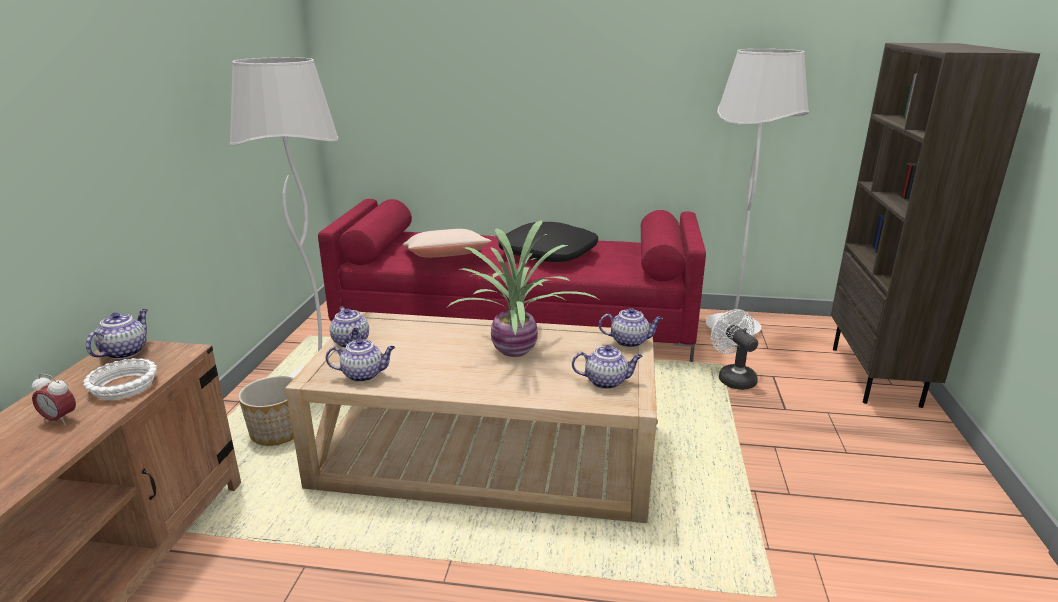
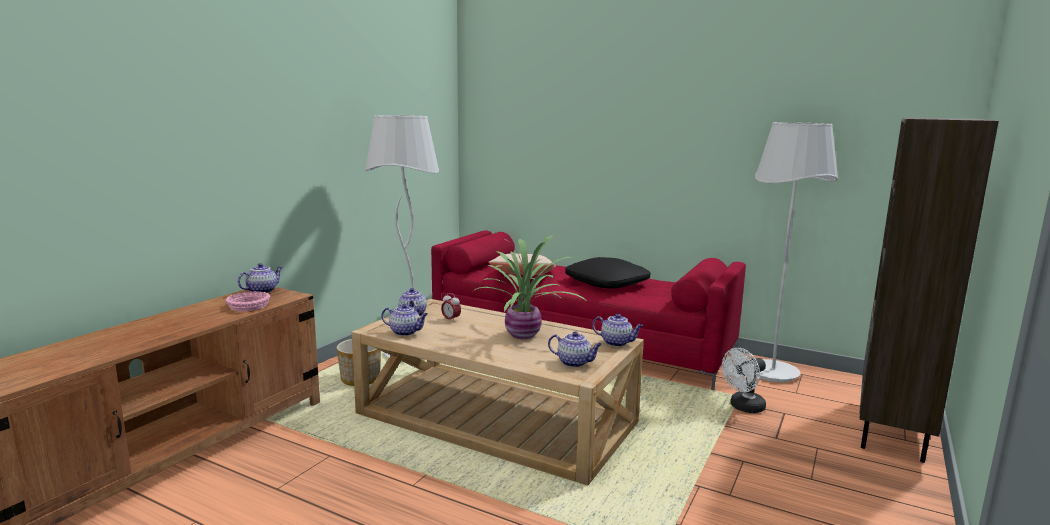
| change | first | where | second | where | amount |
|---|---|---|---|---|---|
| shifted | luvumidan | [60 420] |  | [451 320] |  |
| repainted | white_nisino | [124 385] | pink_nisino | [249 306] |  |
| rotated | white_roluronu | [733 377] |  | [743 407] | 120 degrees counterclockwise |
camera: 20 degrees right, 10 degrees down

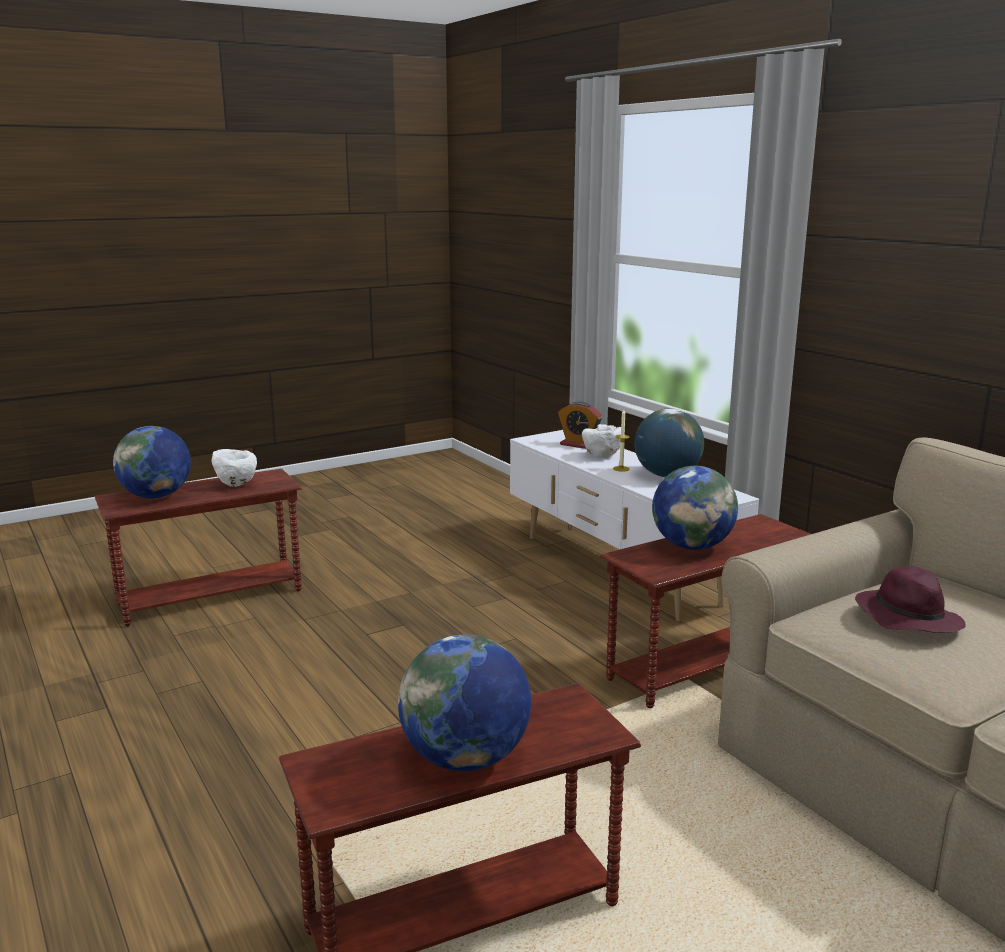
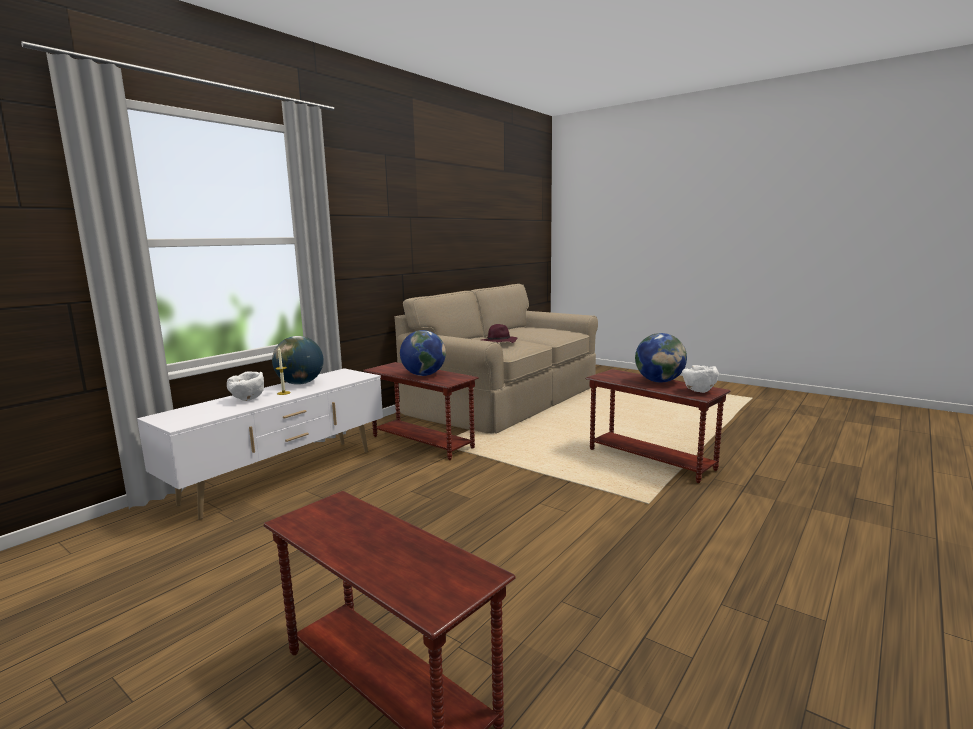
| change | first | where | second | where | amount |
|---|---|---|---|---|---|
| gone | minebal | [156 496] |  |  |  |
| shifted | white_nisino | [236 484] |  | [699 391] |  |
| gone | luvumidan | [579 445] |  |  |  |
camera: 110 degrees left, 5 degrees down

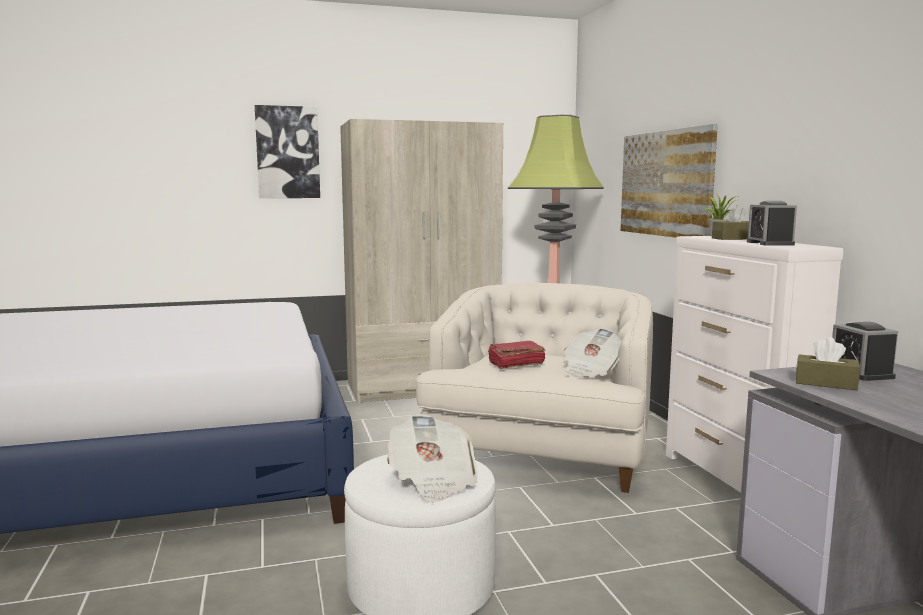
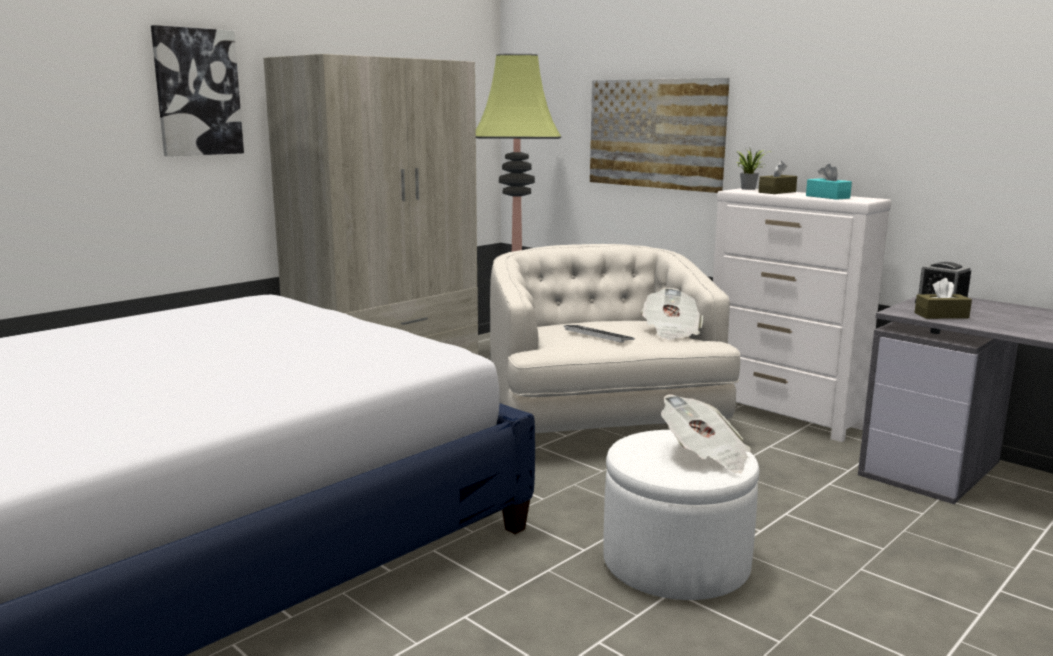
| change | first | where | second | where | amount |
|---|---|---|---|---|---|
| swapped | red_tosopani | [515 364] | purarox | [598 335] |  |
| swapped | luvumidan | [770 243] | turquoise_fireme | [827 197] |  |
camera: 30 degrees left, 5 degrees up

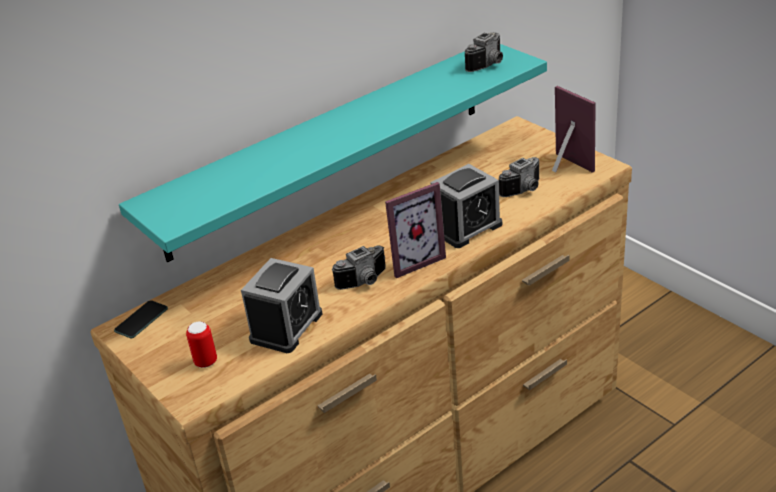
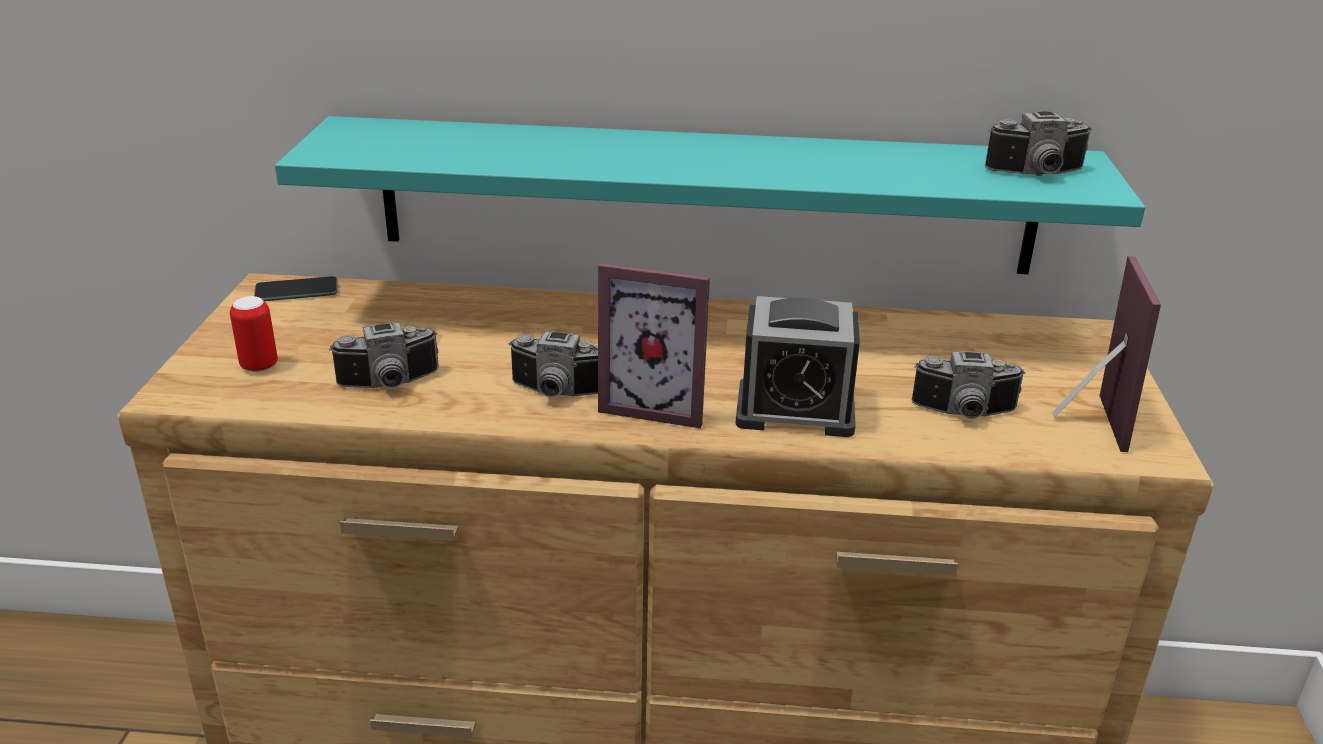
| change | first | where | second | where | amount |
|---|---|---|---|---|---|
| swapped | luvumidan | [286 327] | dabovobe | [390 384] |  |
camera: 40 degrees right, 5 degrees down

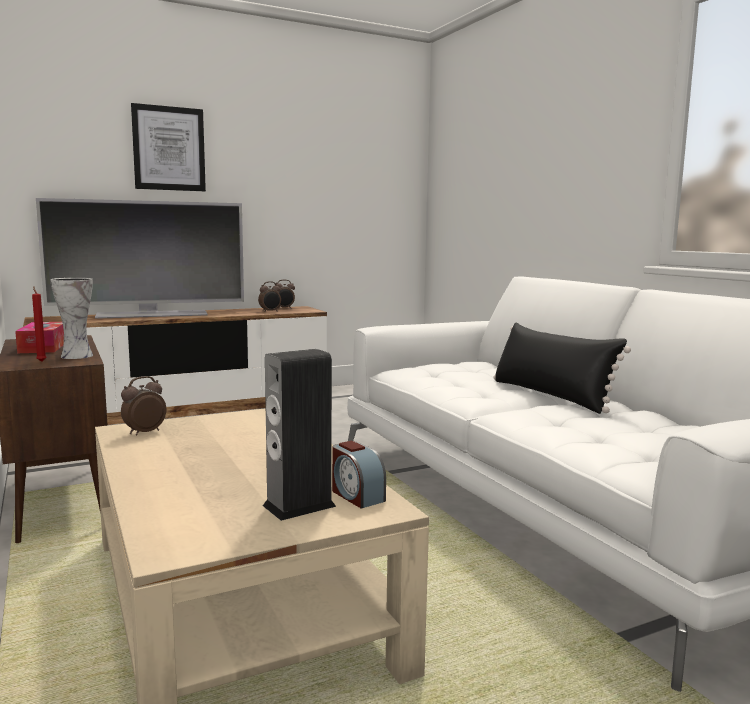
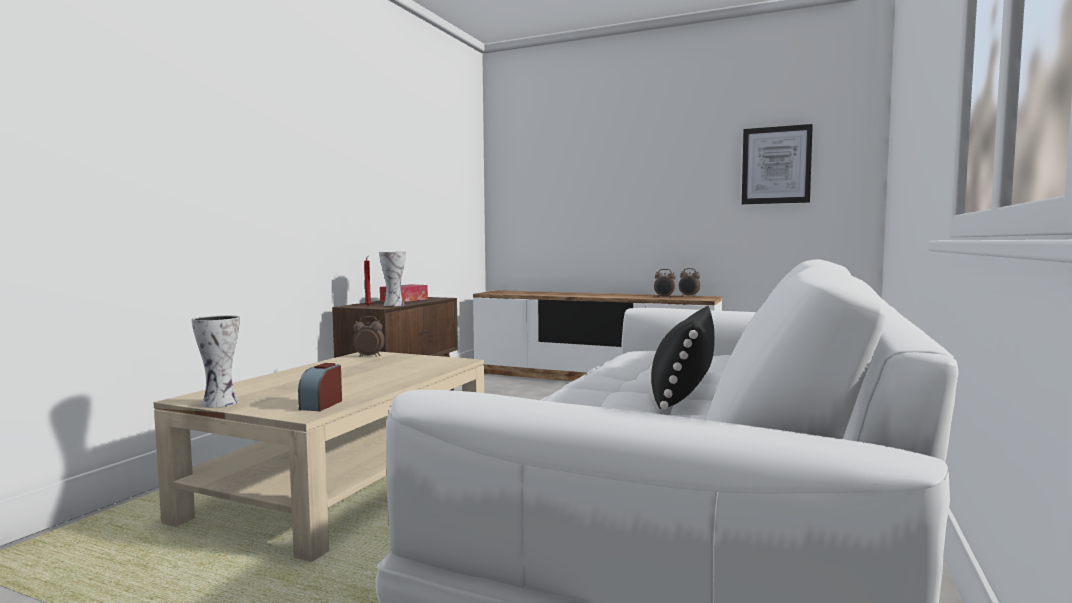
| change | first | where | second | where | amount |
|---|---|---|---|---|---|
| gone | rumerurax | [152 314] |  |  |  |
| shifted | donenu | [169 148] |  | [776 165] |  |
| gone | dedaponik | [299 506] |  |  |  |
| new |  |  | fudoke | [221 403] |  |
camera: 50 degrees right, 5 degrees down

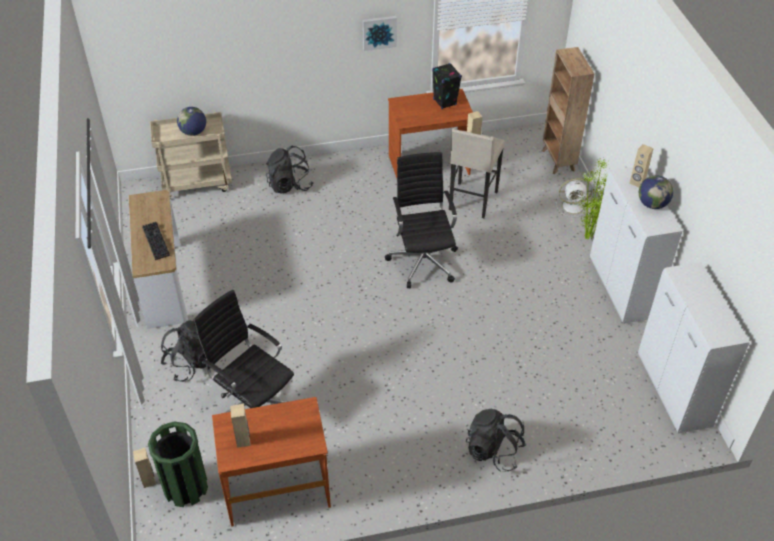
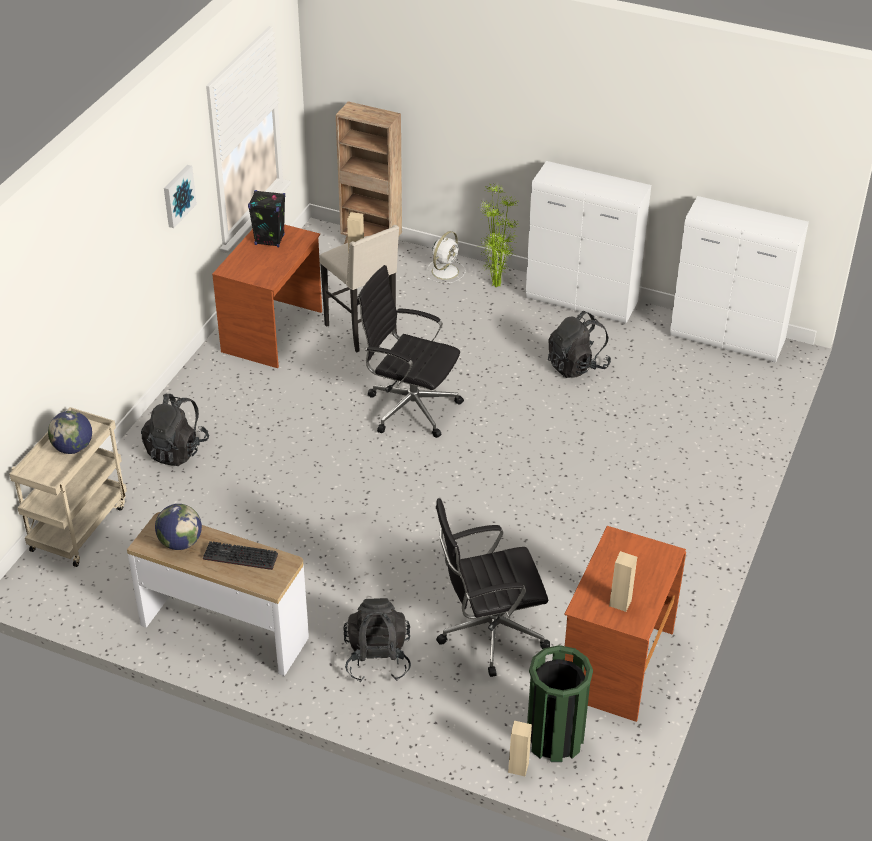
| change | first | where | second | where | amount |
|---|---|---|---|---|---|
| shifted | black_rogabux | [494 451] |  | [577 365] |  |
| gone | beige_dedaponik | [637 182] |  |  |  |
| shifted | minebal | [652 204] |  | [180 542] |  |
camera: 55 degrees left, 5 degrees down

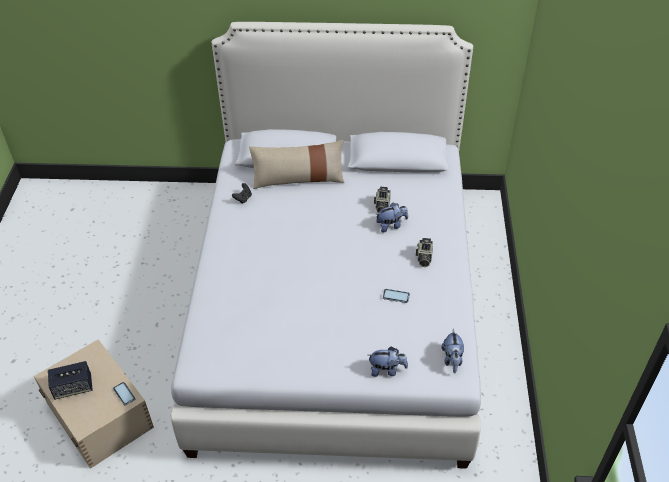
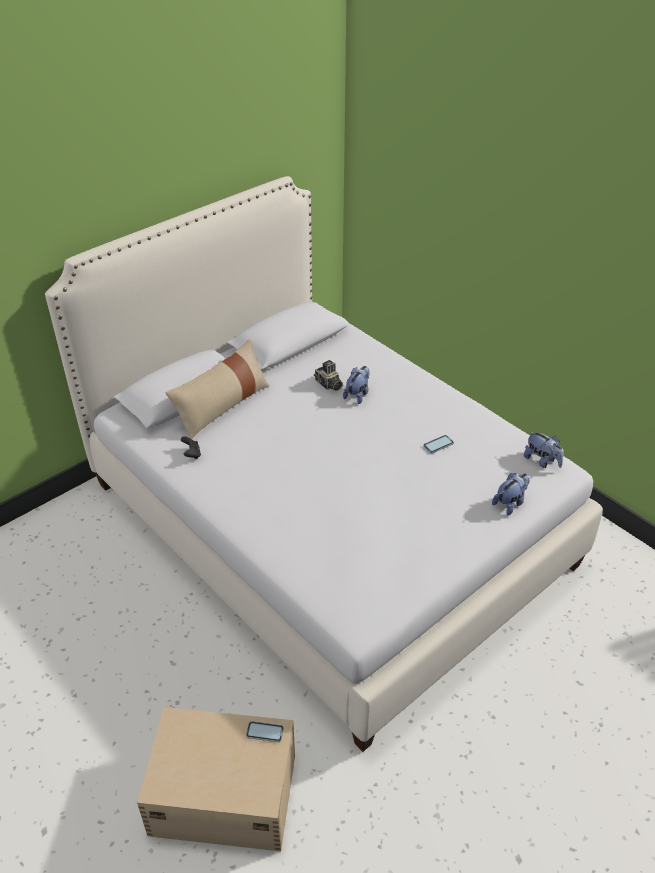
| change | first | where | second | where | amount |
|---|---|---|---|---|---|
| gone | dedaponik | [73 387] |  |  |  |
| gone | dabovobe | [423 258] |  |  |  |
camera: 45 degrees left, 5 degrees down

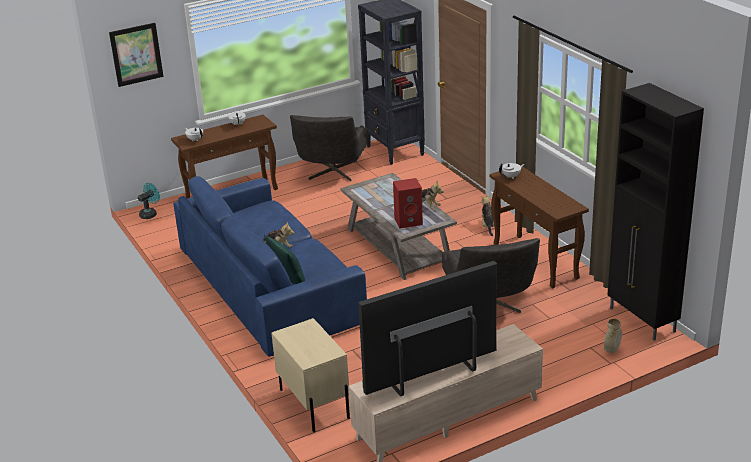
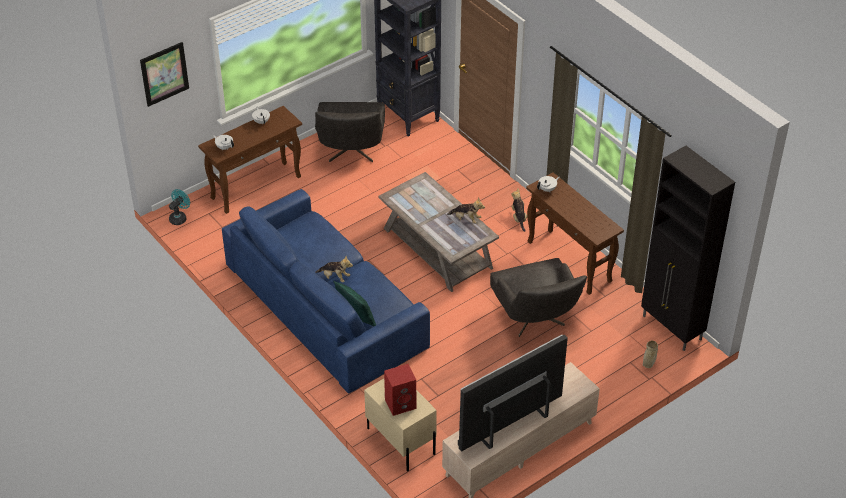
| change | first | where | second | where | amount |
|---|---|---|---|---|---|
| shifted | red_dedaponik | [409 221] |  | [401 403] |  |
camera: 10 degrees left, 15 degrees up

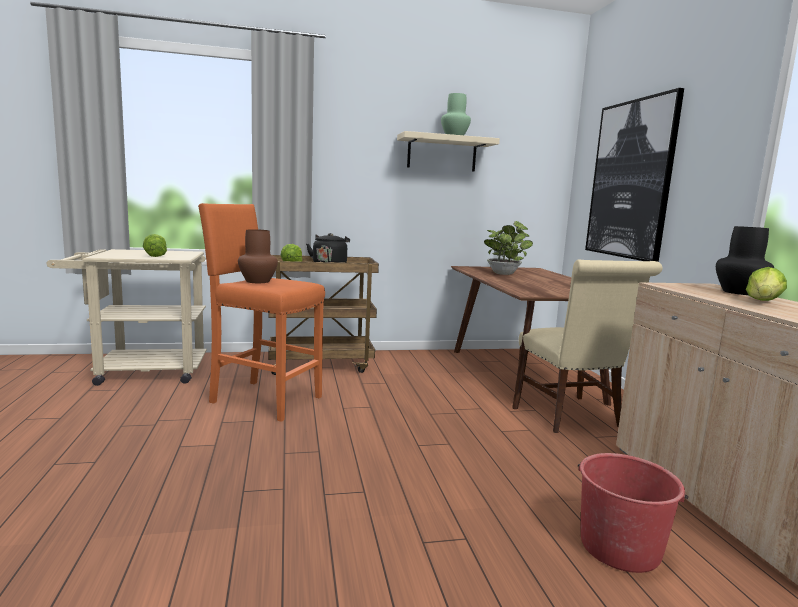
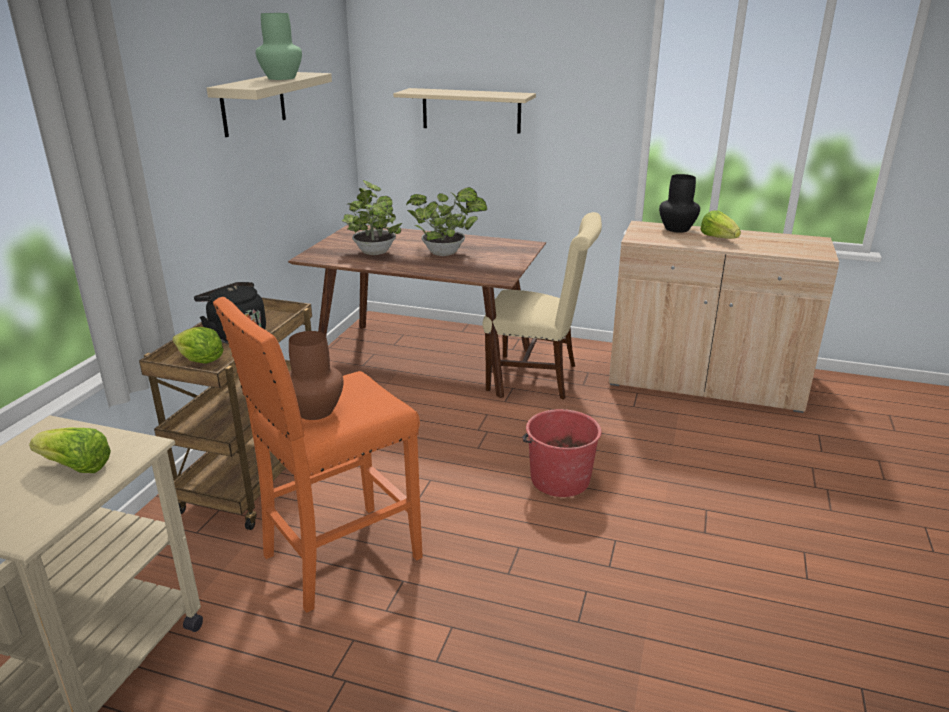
| change | first | where | second | where | amount |
|---|---|---|---|---|---|
| shifted | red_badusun | [619 546] |  | [559 479] |  |
| swapped | donenu | [630 180] | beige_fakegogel | [471 110] |  |
| new |  |  | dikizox | [447 253] |  |
camera: 60 degrees left, 15 degrees up

